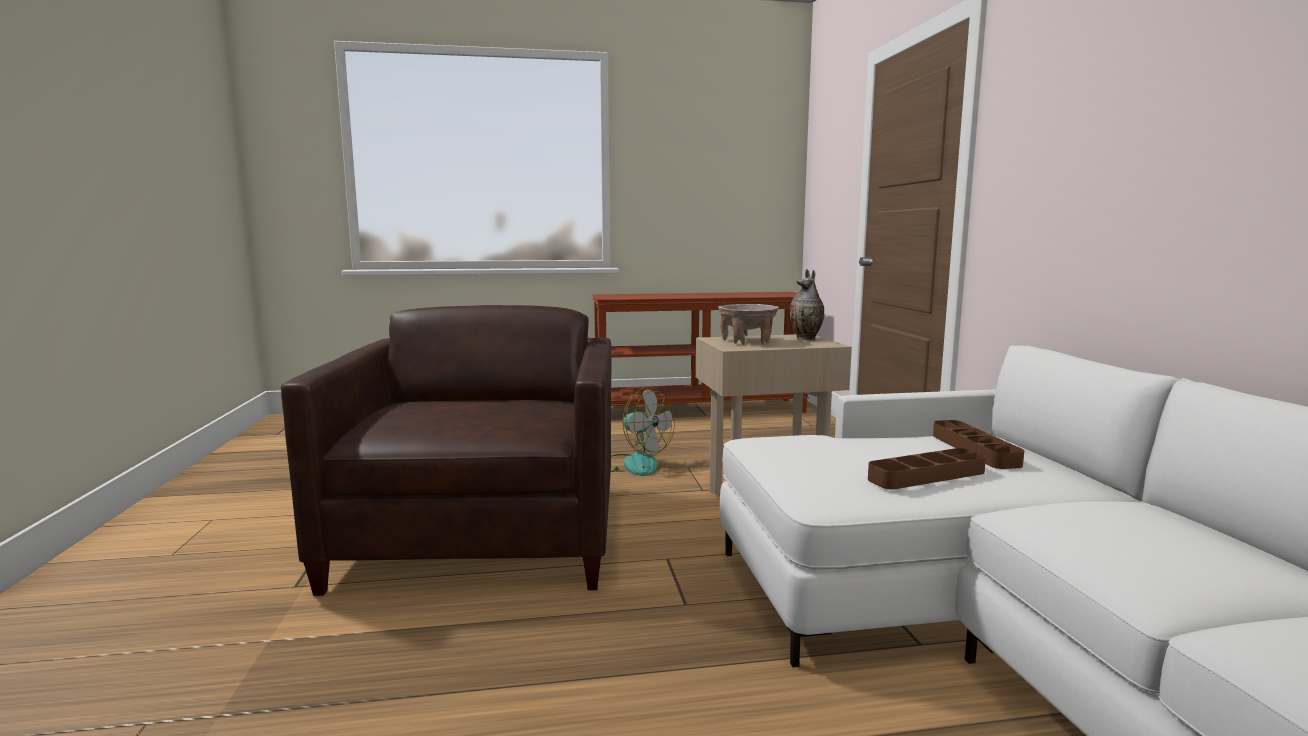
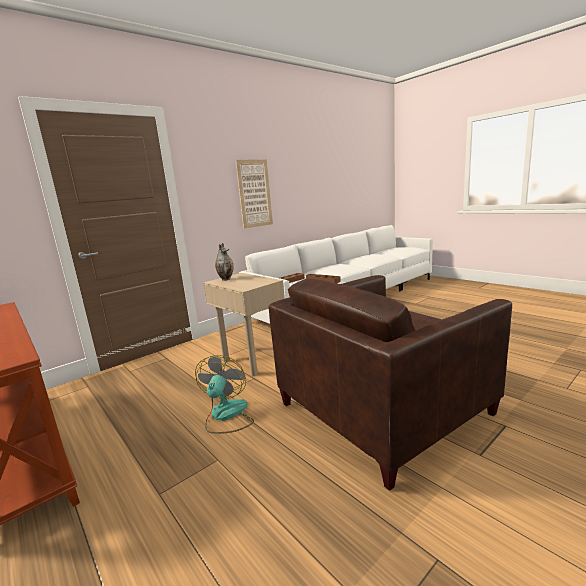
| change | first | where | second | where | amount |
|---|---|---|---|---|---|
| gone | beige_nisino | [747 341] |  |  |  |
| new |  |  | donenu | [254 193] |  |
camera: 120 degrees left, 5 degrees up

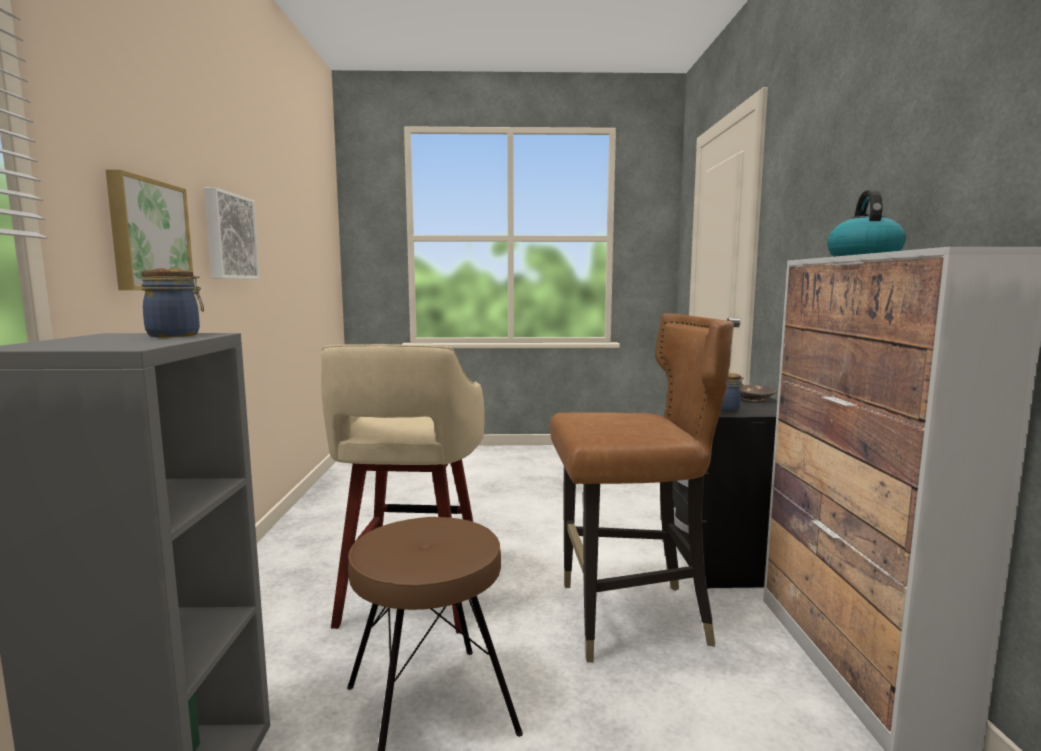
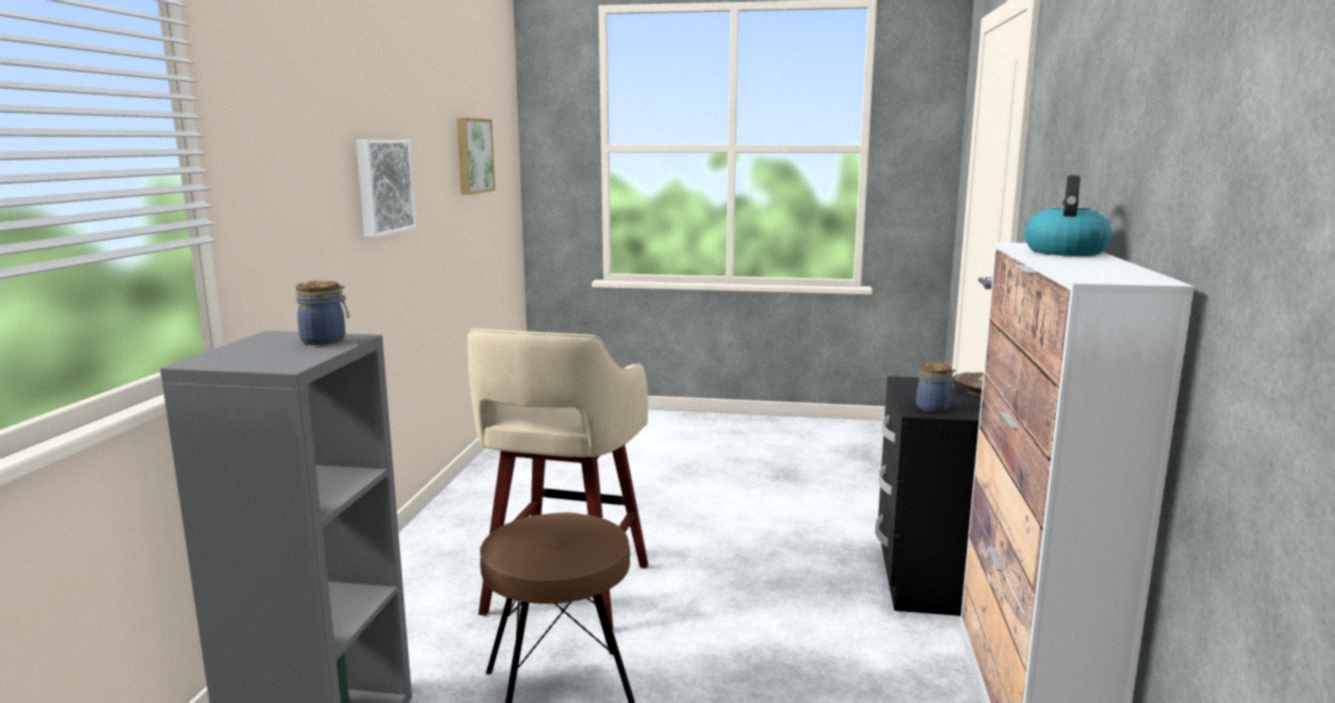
| change | first | where | second | where | amount |
|---|---|---|---|---|---|
| shifted | donenu | [148 235] |  | [472 155] |  |
| gone | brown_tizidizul | [630 618] |  |  |  |
camera: 10 degrees right, 5 degrees up

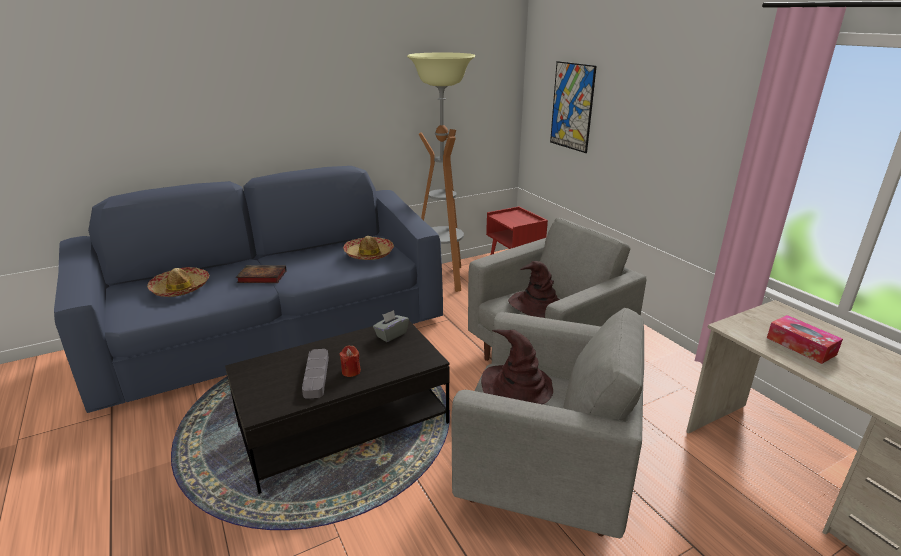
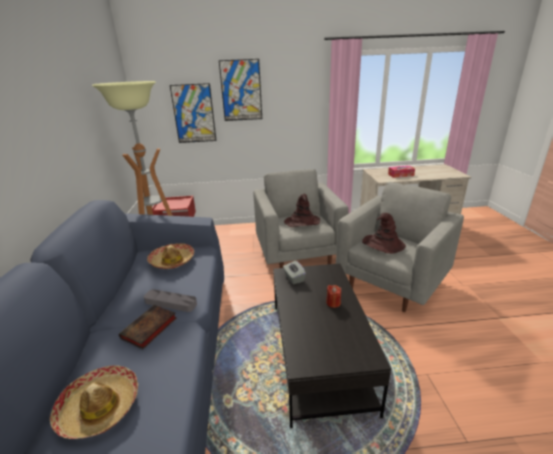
| change | first | where | second | where | amount |
|---|---|---|---|---|---|
| shifted | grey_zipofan | [316 376] |  | [170 303] |  |
| new |  |  | donenu | [241 90] |  |
camera: 65 degrees left, 0 degrees up

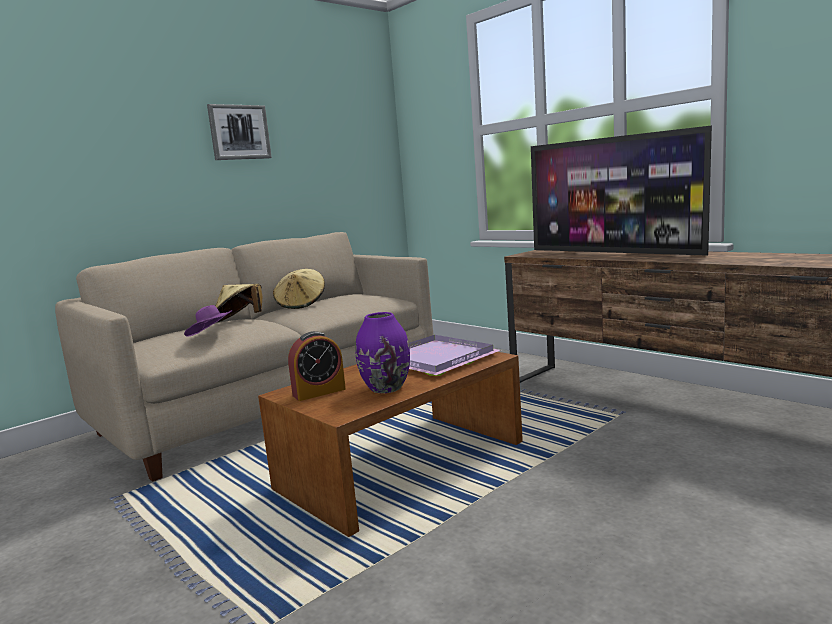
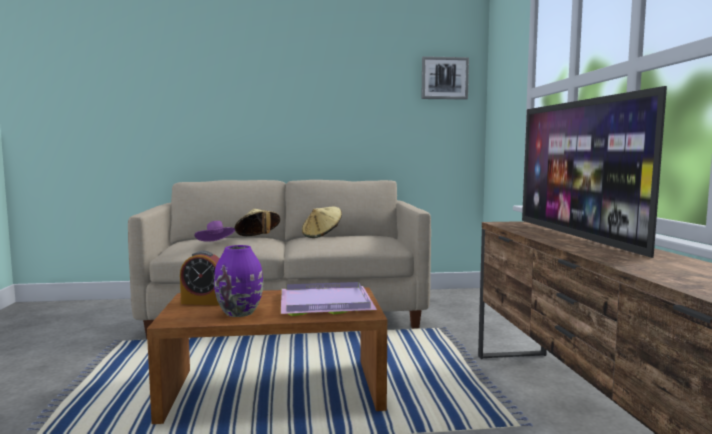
| change | first | where | second | where | amount |
|---|---|---|---|---|---|
| shifted | donenu | [239 132] |  | [444 78] |  |
camera: 35 degrees right, 5 degrees down

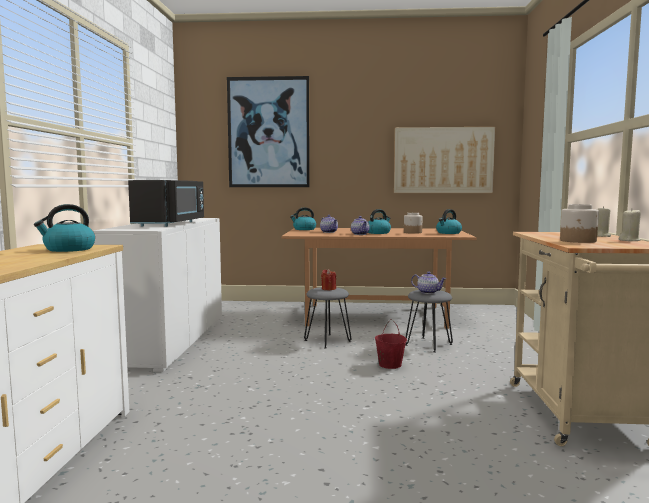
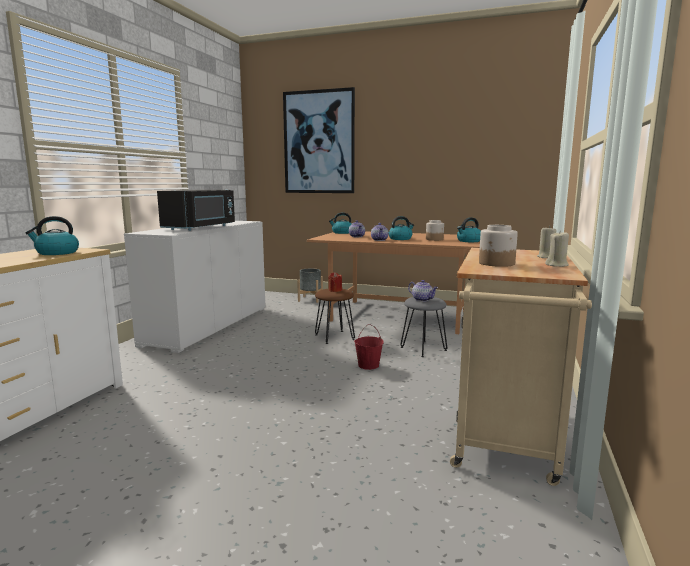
| change | first | where | second | where | amount |
|---|---|---|---|---|---|
| repainted | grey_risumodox | [327 341] | brown_risumodox | [334 337] |  |
| gone | donenu | [443 160] |  |  |  |
| new |  |  | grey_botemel | [310 299] |  |
camera: 15 degrees right, 5 degrees up

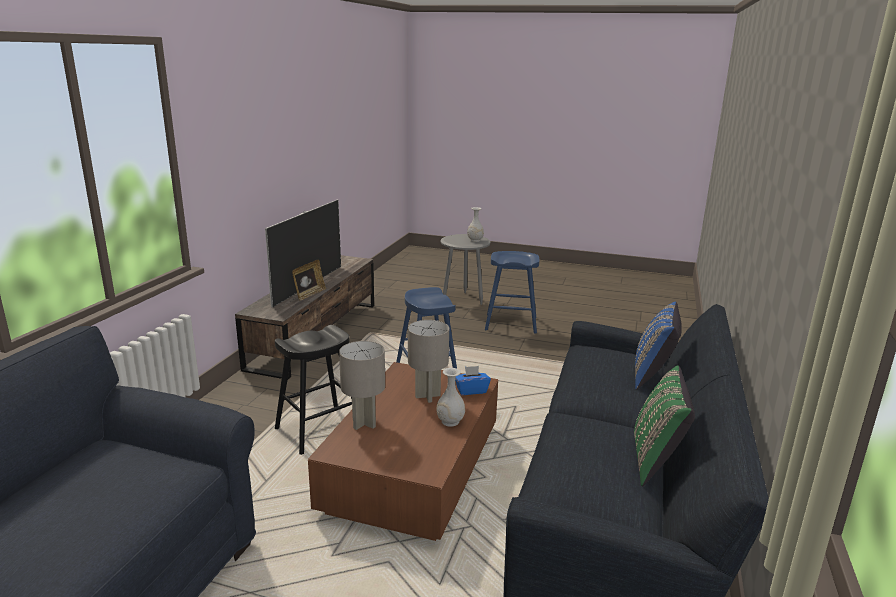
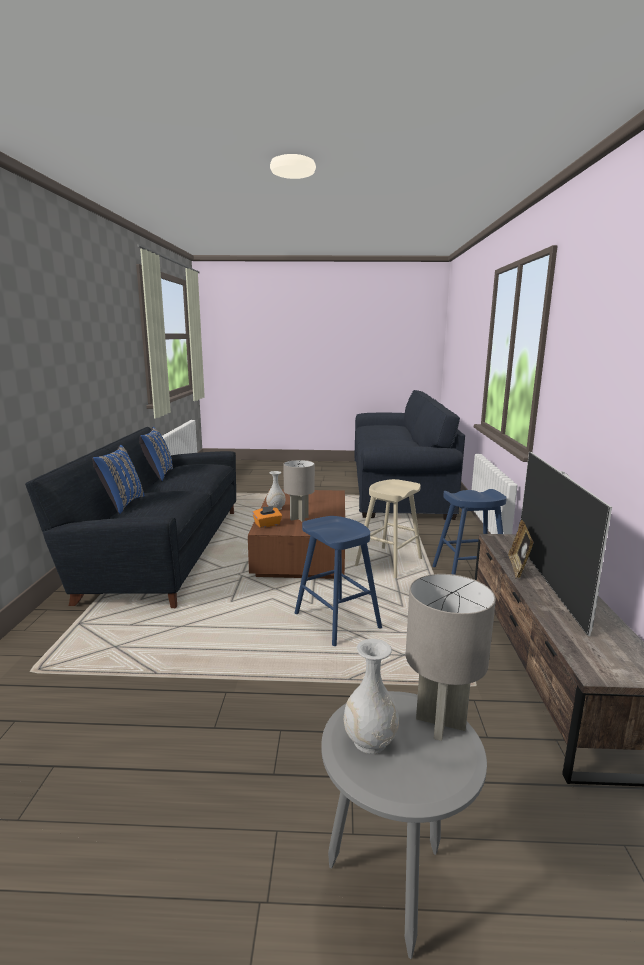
| change | first | where | second | where | amount |
|---|---|---|---|---|---|
| repainted | black_risumodox | [320 429] | beige_risumodox | [388 562] |  |
| shifted | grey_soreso | [364 423] |  | [440 722] |  |
| repainted | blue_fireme | [471 390] | orange_fireme | [267 524] |  |
| shifted | blue_risumodox | [510 323] |  | [469 575] |  |
| repainted | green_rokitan | [656 461] | blue_rokitan | [158 475] |  |
camera: 165 degrees right, 5 degrees down

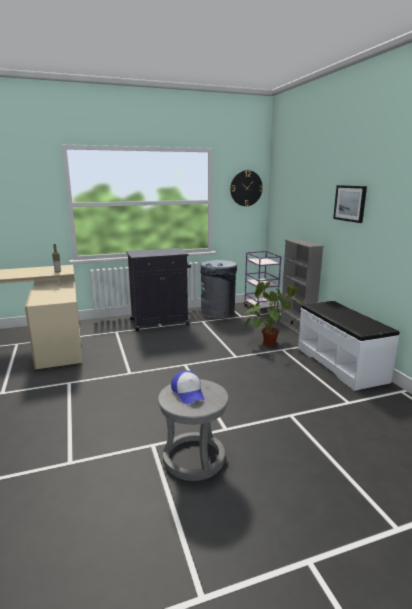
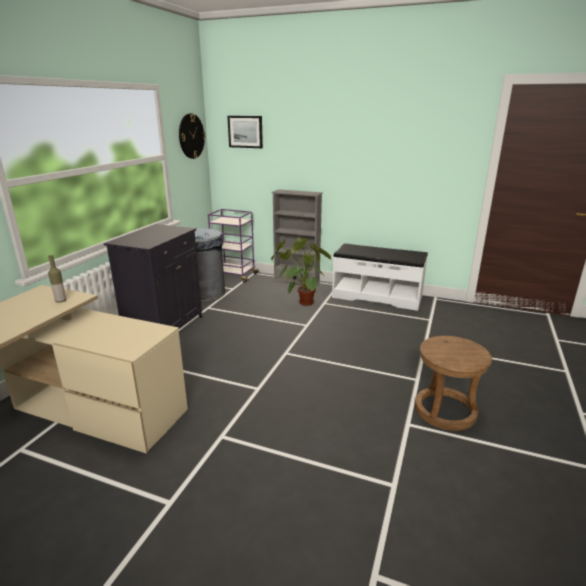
| change | first | where | second | where | amount |
|---|---|---|---|---|---|
| repainted | grey_risumodox | [194 458] | brown_risumodox | [445 411] |  |
| gone | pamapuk | [188 392] |  |  |  |
| shifted | donenu | [350 203] |  | [245 131] |  |
camera: 50 degrees left, 5 degrees up

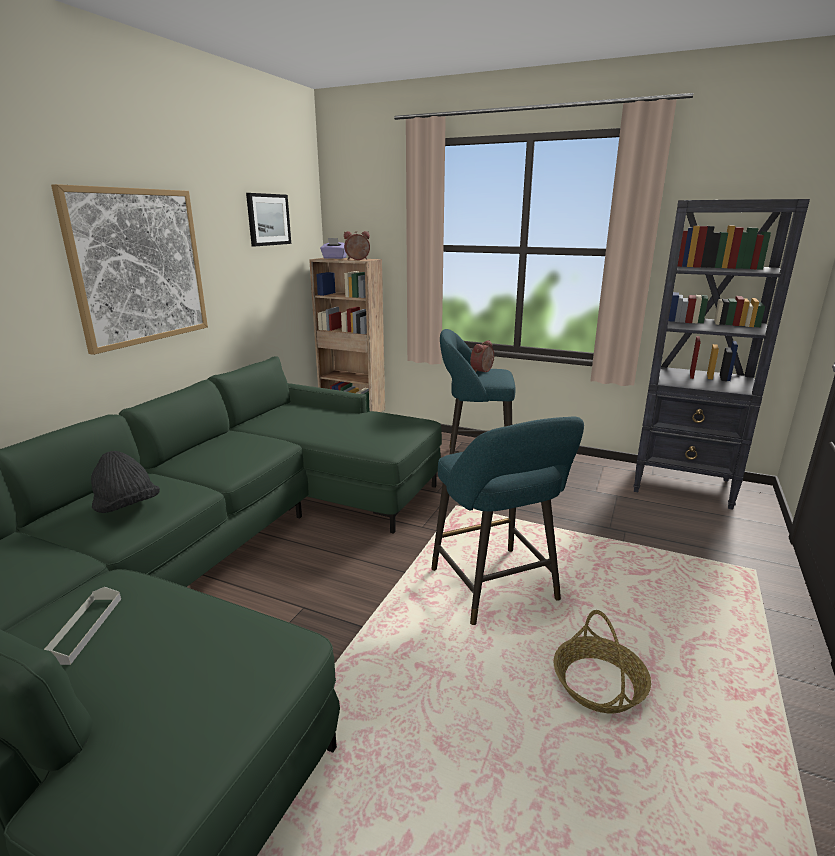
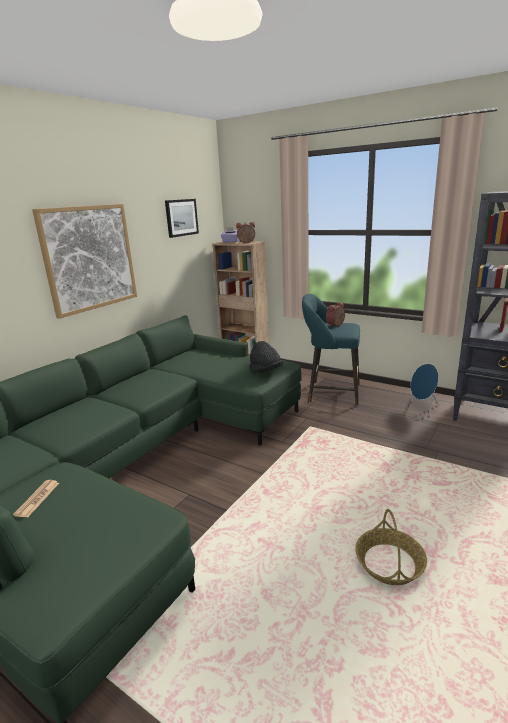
| change | first | where | second | where | amount |
|---|---|---|---|---|---|
| swapped | grey_zipofan | [83 629] | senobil | [37 499] |  |
| shifted | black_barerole | [127 508] |  | [266 371] |  |
| gone | turquoise_risumodox | [497 589] |  |  |  |
| new |  |  | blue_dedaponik | [423 408] |  |
camera: 10 degrees right, 0 degrees up

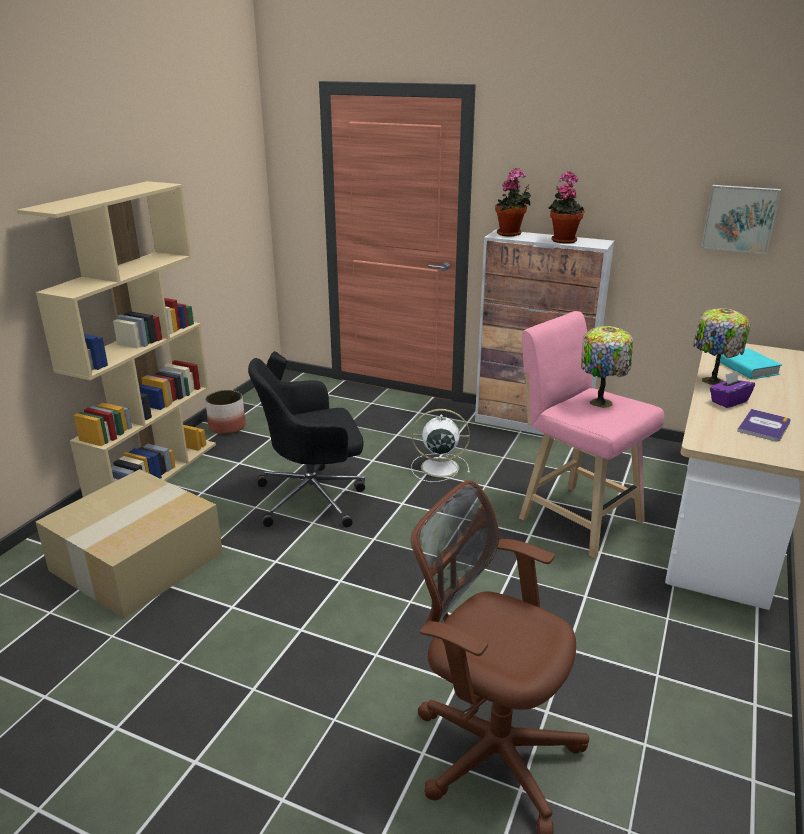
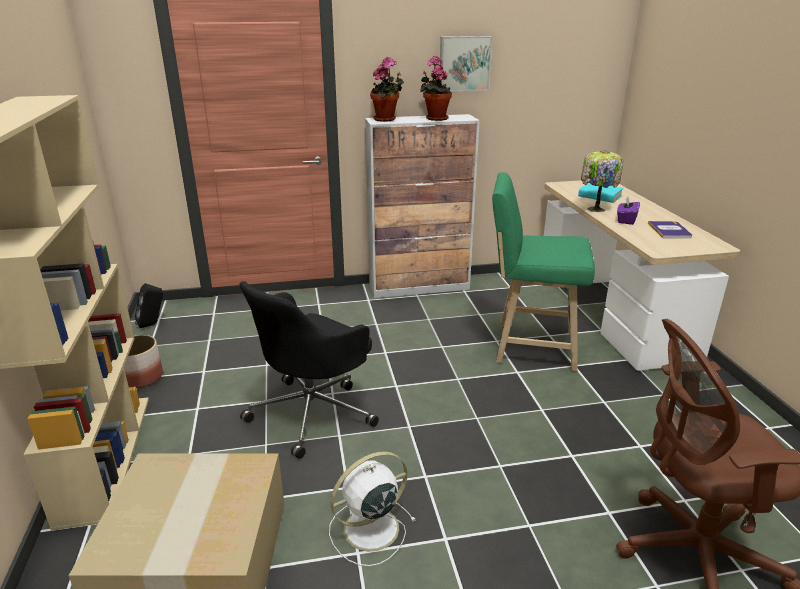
| change | first | where | second | where | amount |
|---|---|---|---|---|---|
| shifted | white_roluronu | [438 467] |  | [369 530] |  |
| repainted | pink_risumodox | [575 517] | green_risumodox | [529 346] |  |
| gone | soreso | [600 401] |  |  |  |
| shifted | donenu | [739 218] |  | [464 63] |  |
camera: 35 degrees left, 0 degrees up

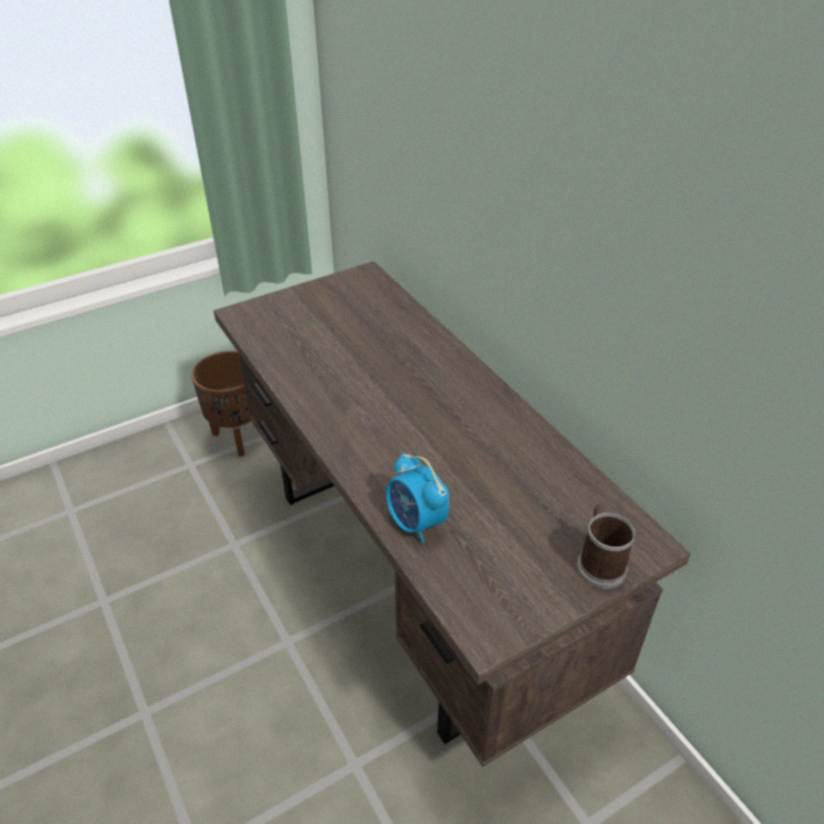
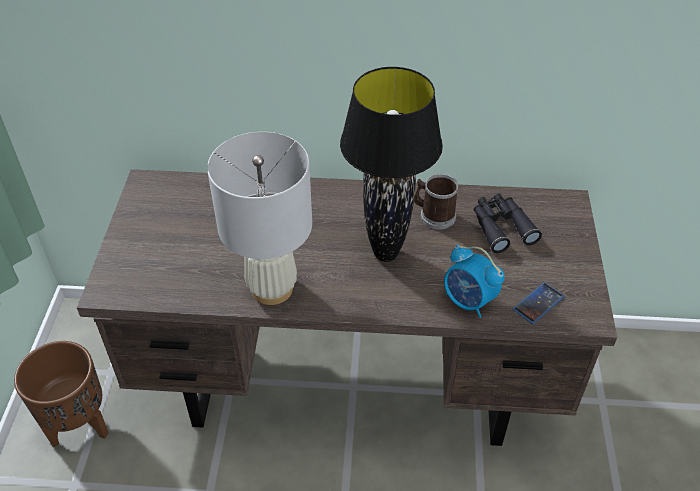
| change | first | where | second | where | amount |
|---|---|---|---|---|---|
| rotated | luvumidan | [416 523] |  | [468 301] | 45 degrees clockwise |
| shifted | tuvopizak | [599 563] |  | [434 215] |  |
| new |  |  | white_soreso | [272 288] |  |
| new |  |  | black_soreso | [385 254] |  |
| new |  |  | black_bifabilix | [501 227] |  |
| new |  |  | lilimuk | [538 303] |  |
camera: 55 degrees left, 5 degrees up

